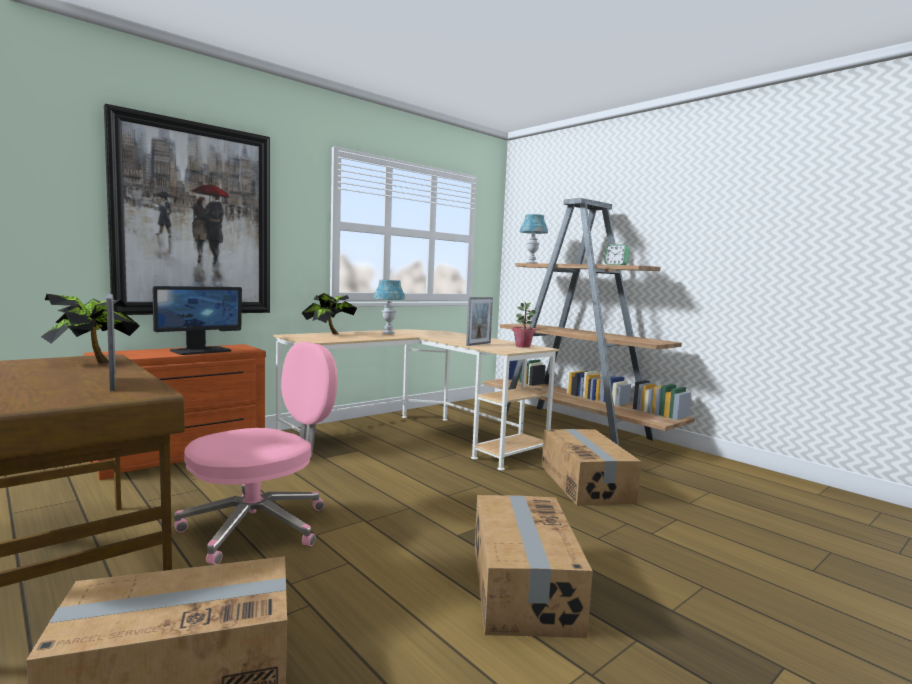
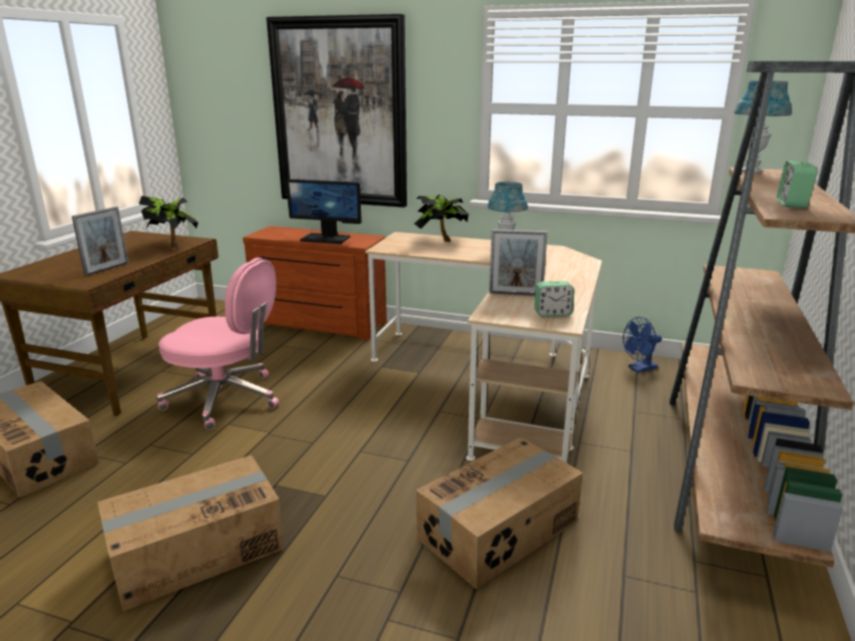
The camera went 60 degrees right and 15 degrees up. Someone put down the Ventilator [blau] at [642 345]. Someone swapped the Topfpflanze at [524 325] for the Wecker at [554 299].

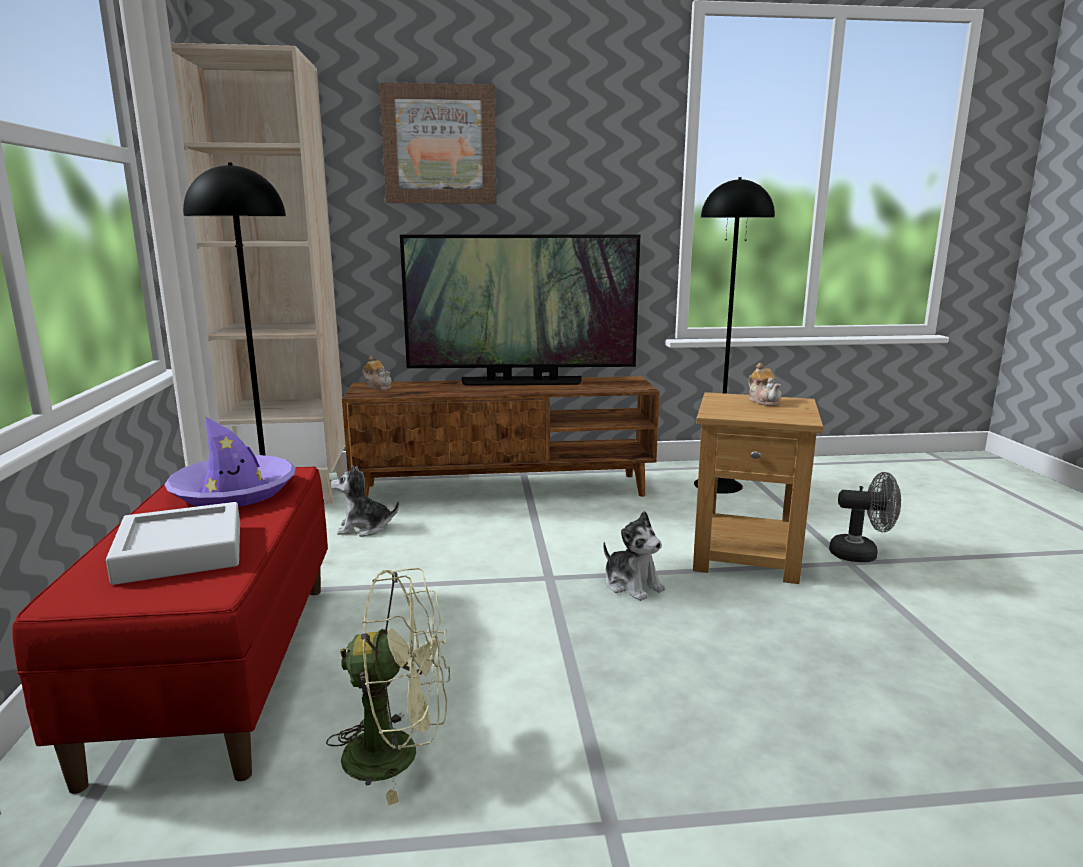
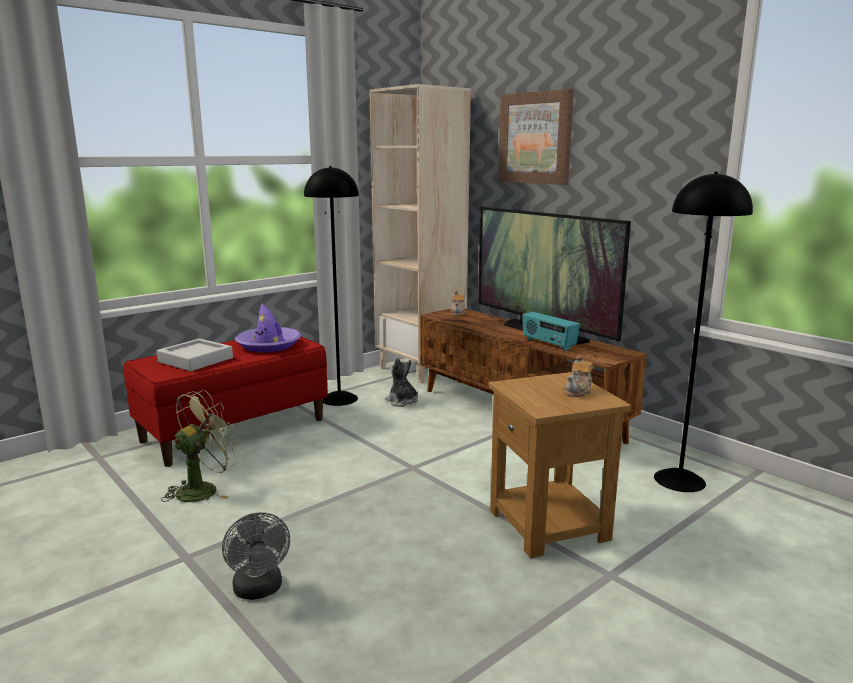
The camera went 55 degrees right and 0 degrees up. Someone took away the Plüschtier at [634 556]. Someone put down the Radio at [551 331]. Someone carried the Ventilator [grau] from [865 517] to [256 556]. Someone rotated the Ventilator [grün] at [388 687] by 105 degrees counterclockwise.

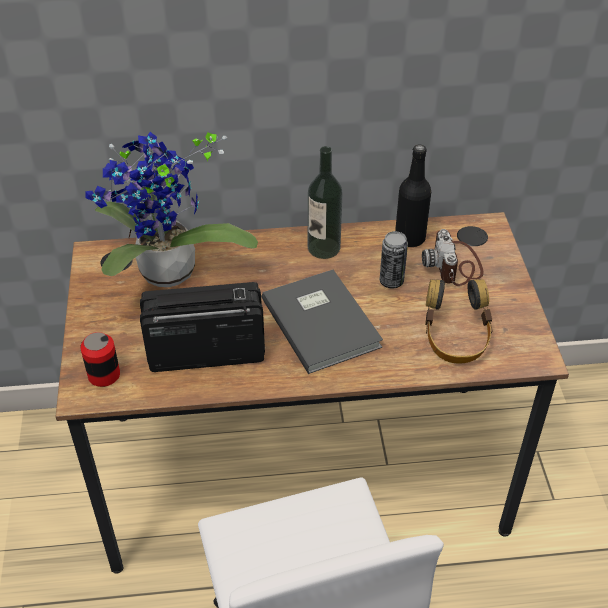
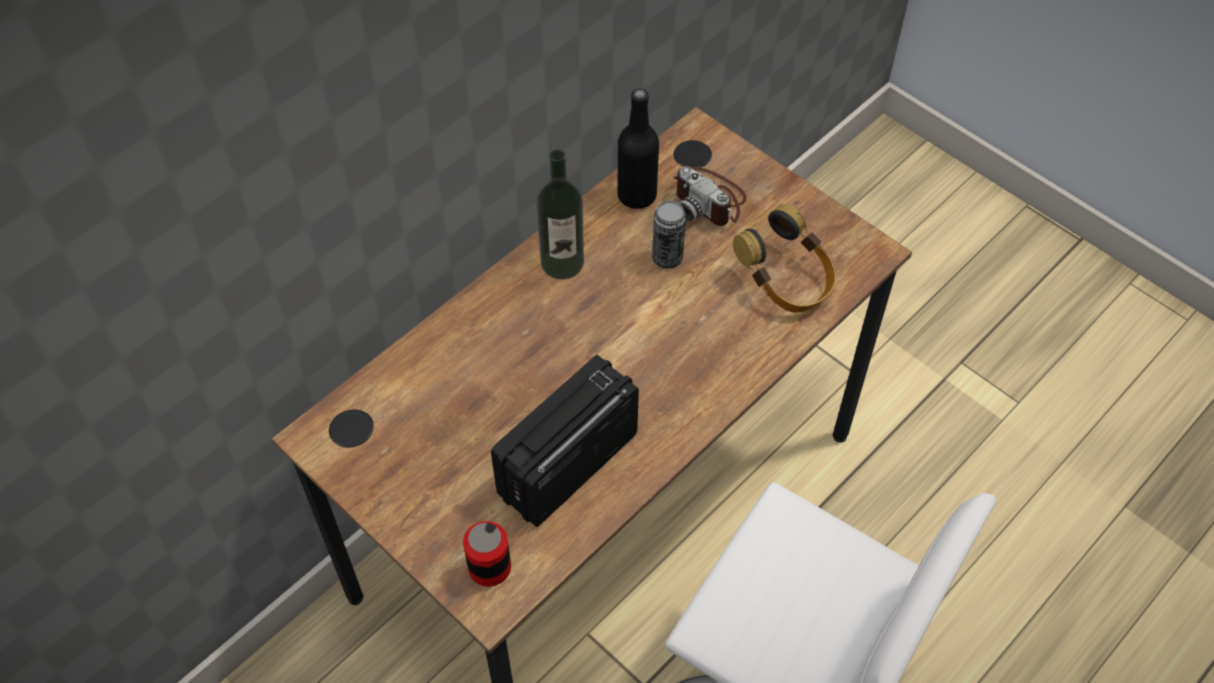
The camera went 40 degrees left and 10 degrees up. Someone took away the Topfpflanze at [171 209]. Someone took away the Buch [grau] at [322 322].

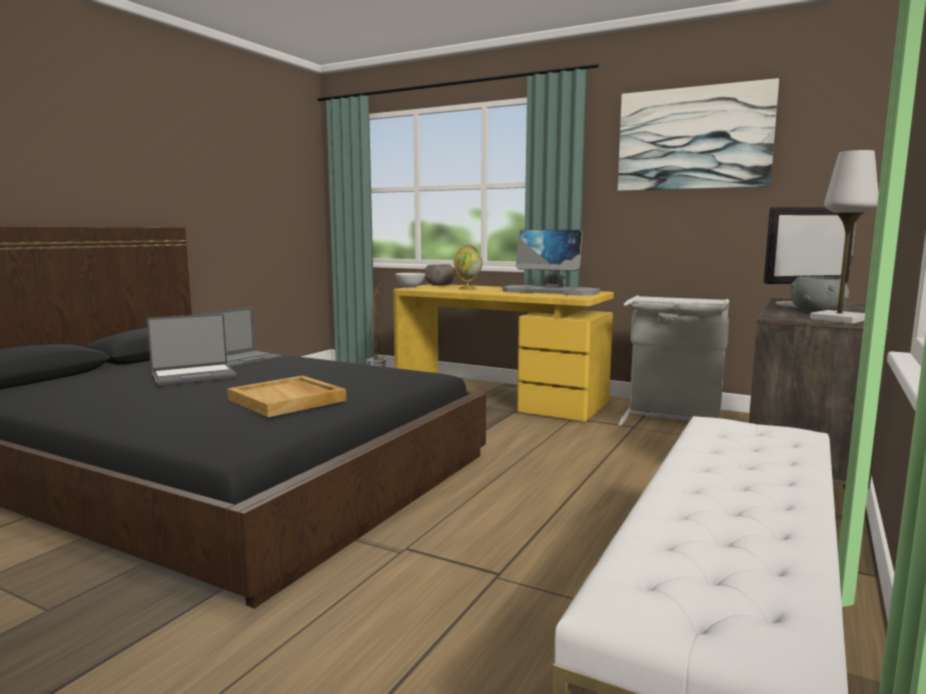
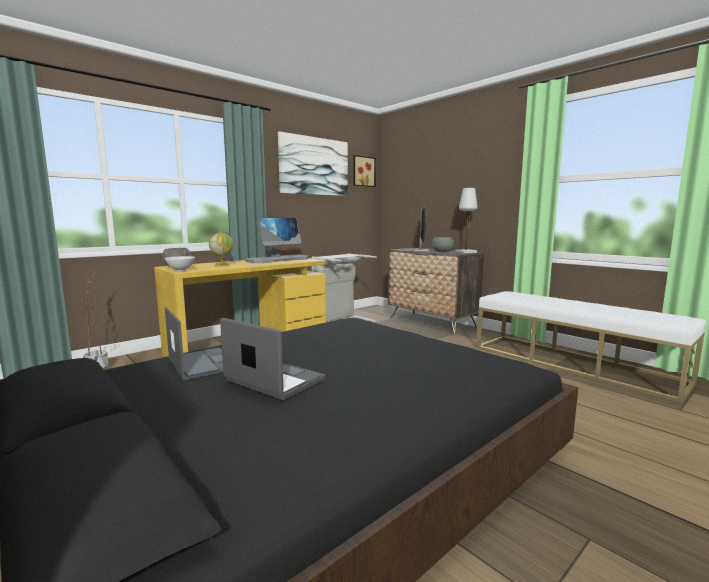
The camera went 70 degrees left and 0 degrees up. Someone took away the Tablett [beige] at [286 396]. Someone put up the Bild at [364 171]. Someone rotated the Laptop at [192 350] by 45 degrees counterclockwise.

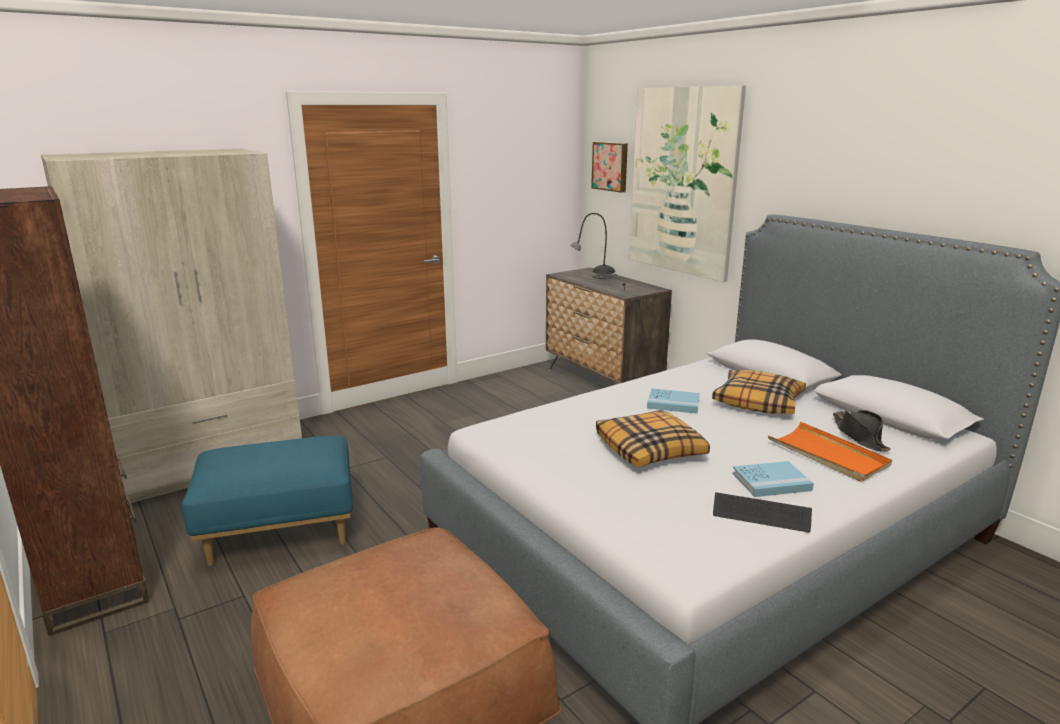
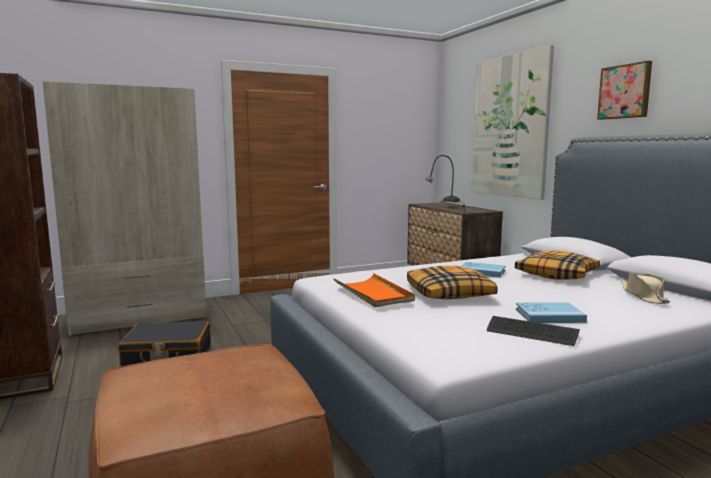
The camera went 10 degrees right and 10 degrees down. Someone carried the Bild from [609 167] to [624 90]. Someone carried the Tablett [orange] from [830 452] to [374 290]. Someone swapped the Polsterhocker [blau] at [267 501] for the Koffer [schwarz] at [164 344]. Someone repainted the Hut [schwarz] at [862 431], which became the Hut [beige] at [645 288].

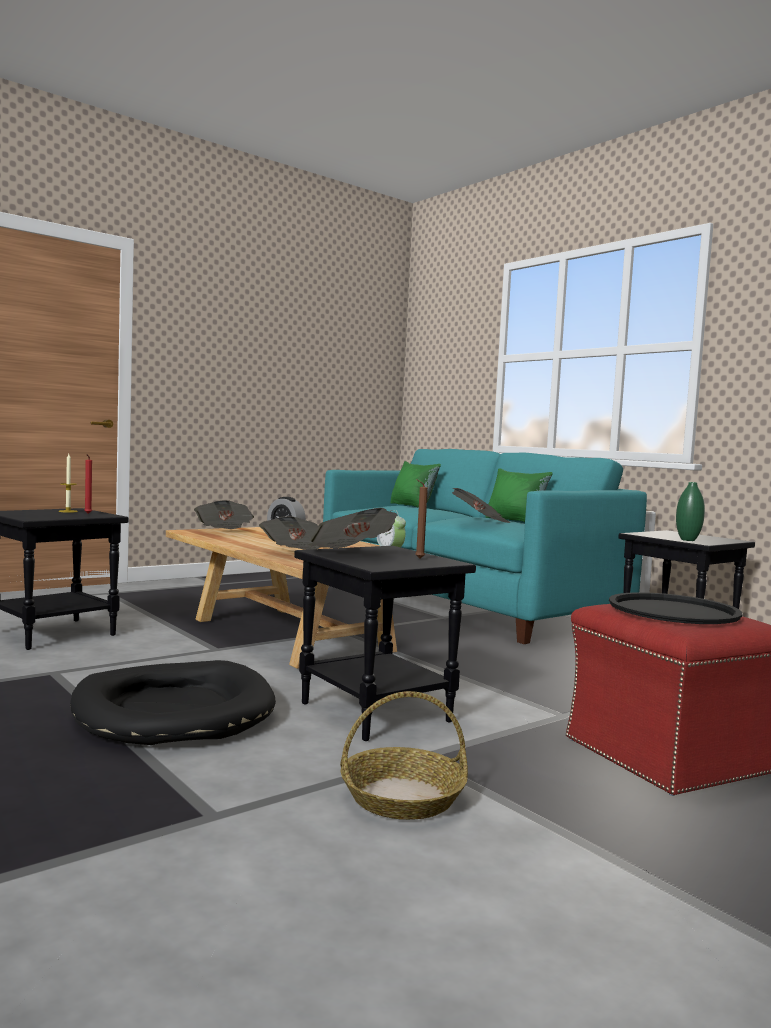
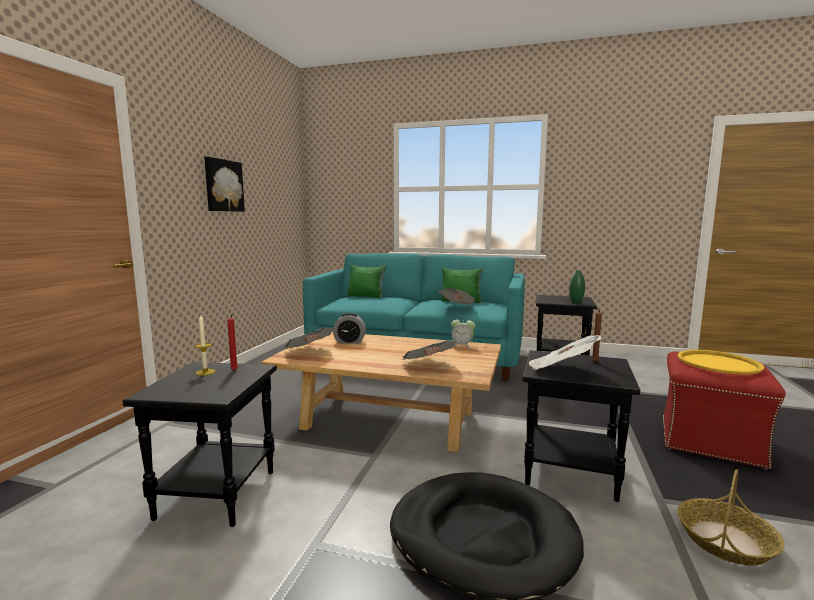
The camera went 35 degrees left and 5 degrees up. Someone put up the Bild at [224 184]. Someone repainted the Tablett [schwarz] at [675 608], which became the Tablett [gelb] at [721 362].

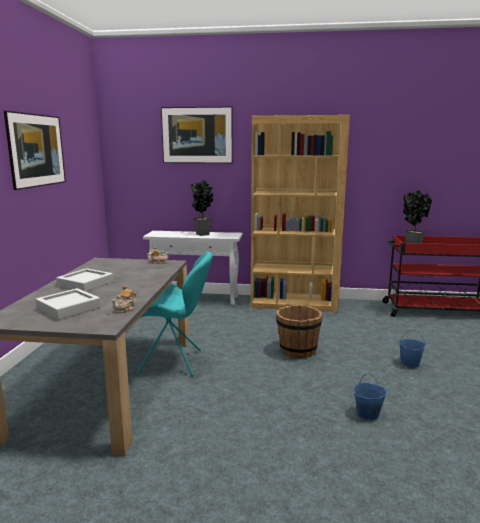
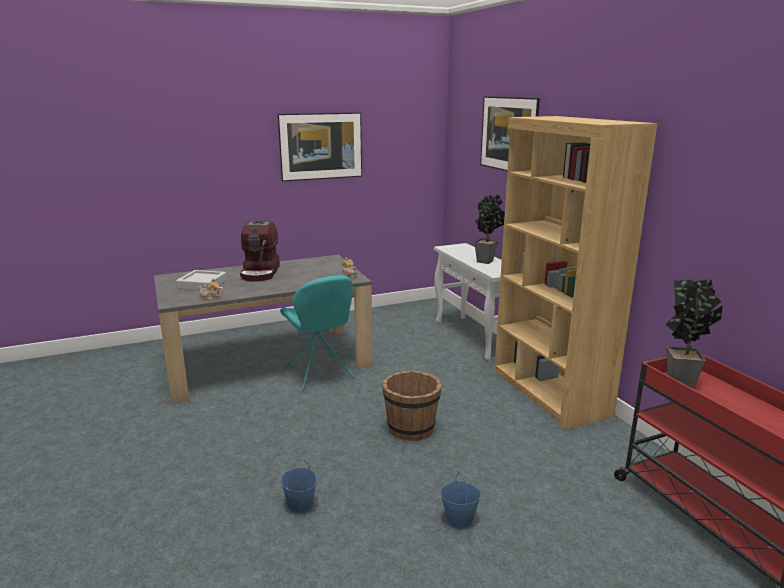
The camera went 60 degrees right and 5 degrees up. Someone swapped the Tablett [grau] at [84 280] for the Kaffeemaschine at [260 251].

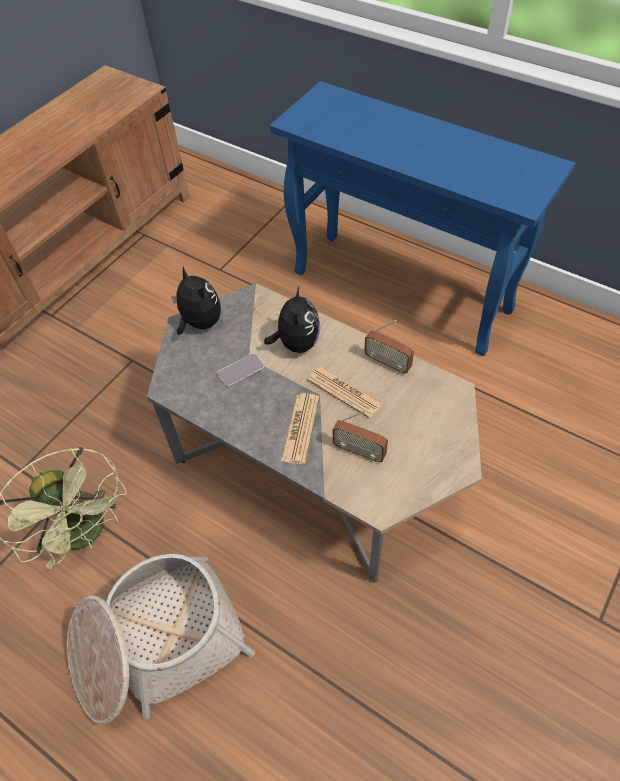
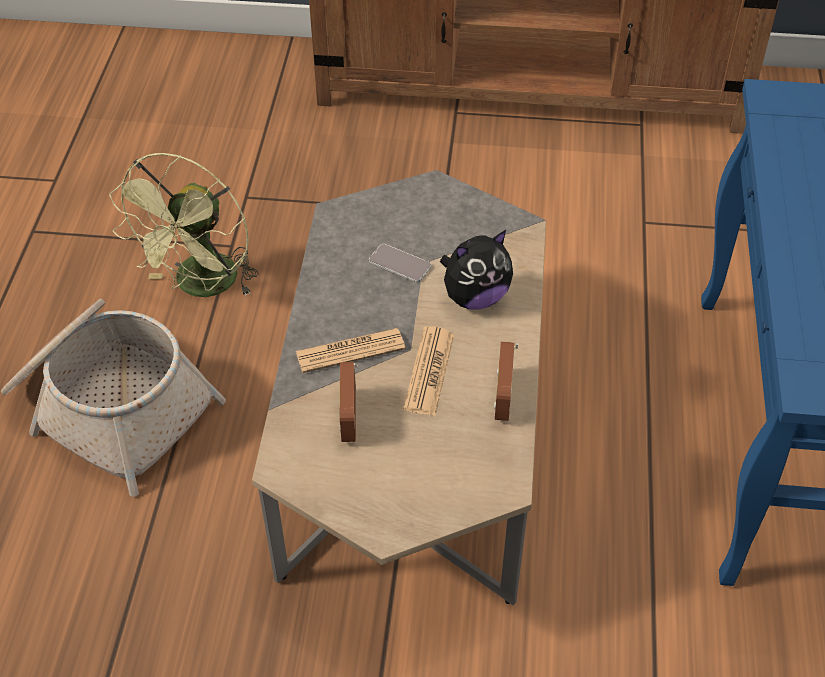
The camera went 60 degrees right and 5 degrees down. Someone took away the Plüschtier at [196 300].

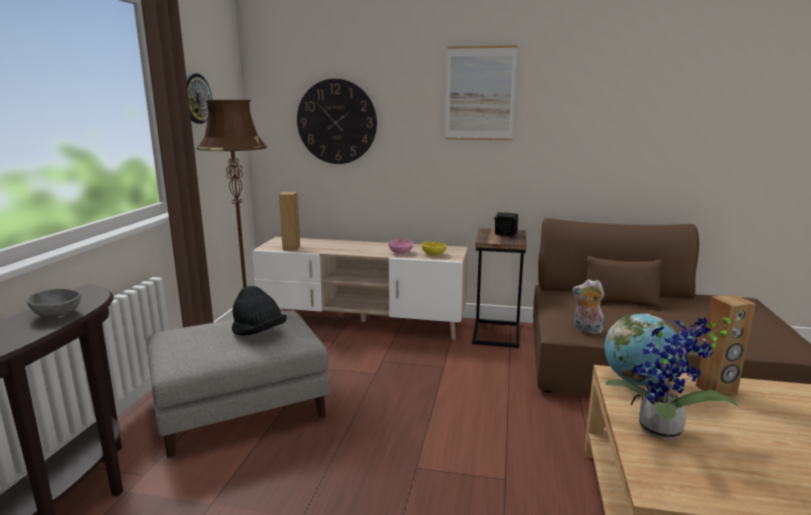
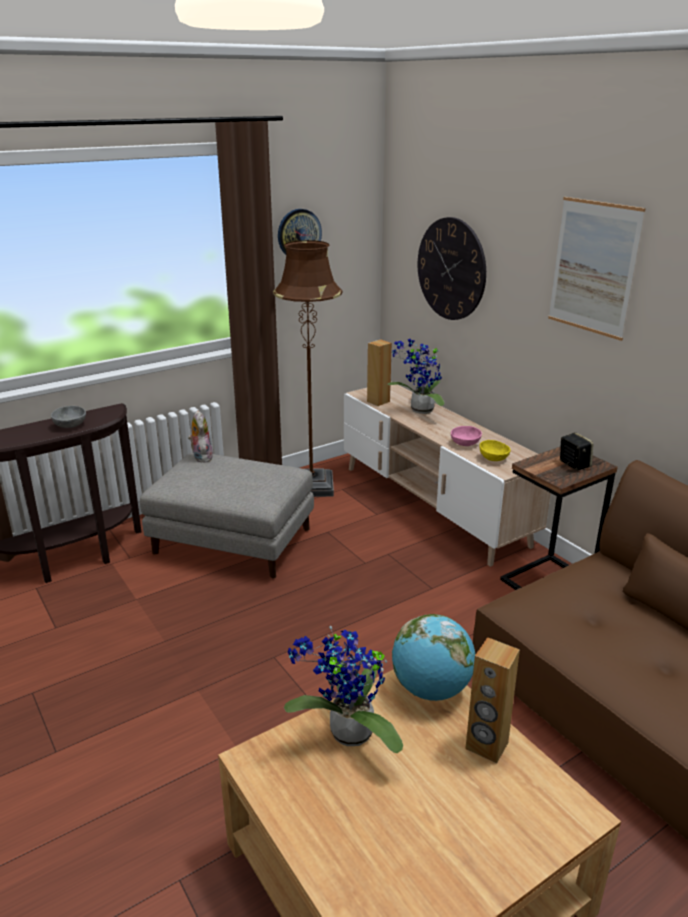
The camera went 45 degrees right and 10 degrees up. Someone took away the Hut [schwarz] at [259 311]. Someone put down the Topfpflanze at [415 376]. Someone carried the Plüschtier from [588 306] to [200 436].

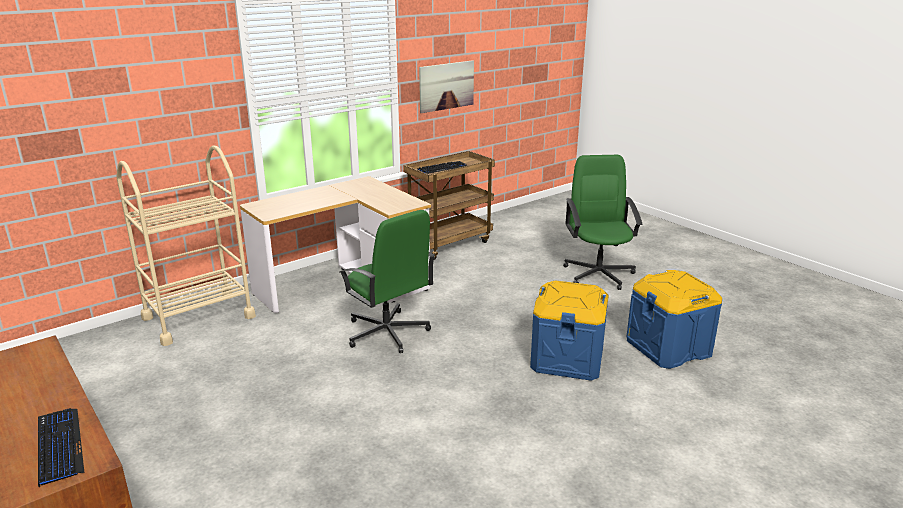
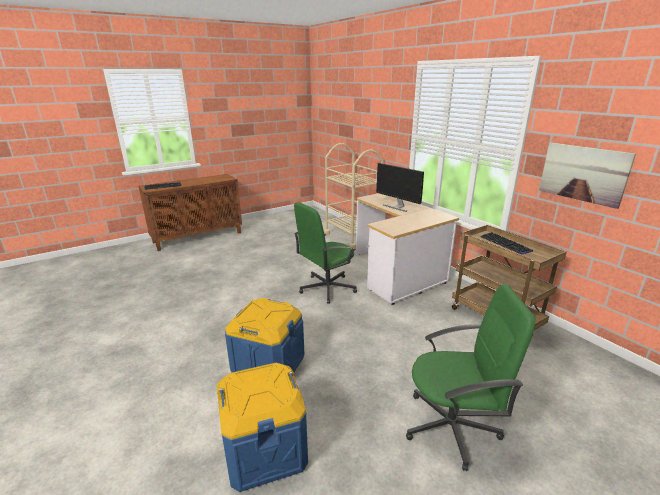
The camera went 95 degrees right and 0 degrees up. Someone put down the Monitor at [400 187].

